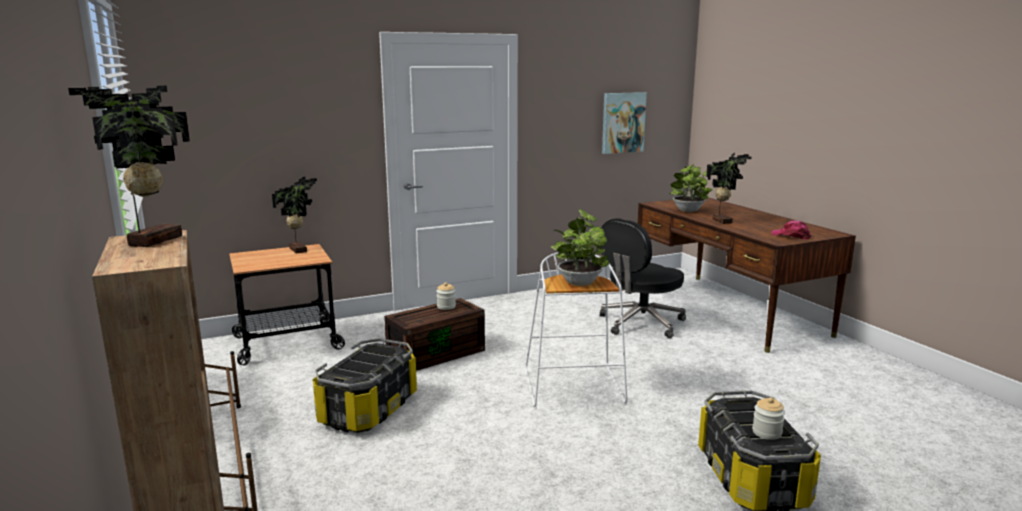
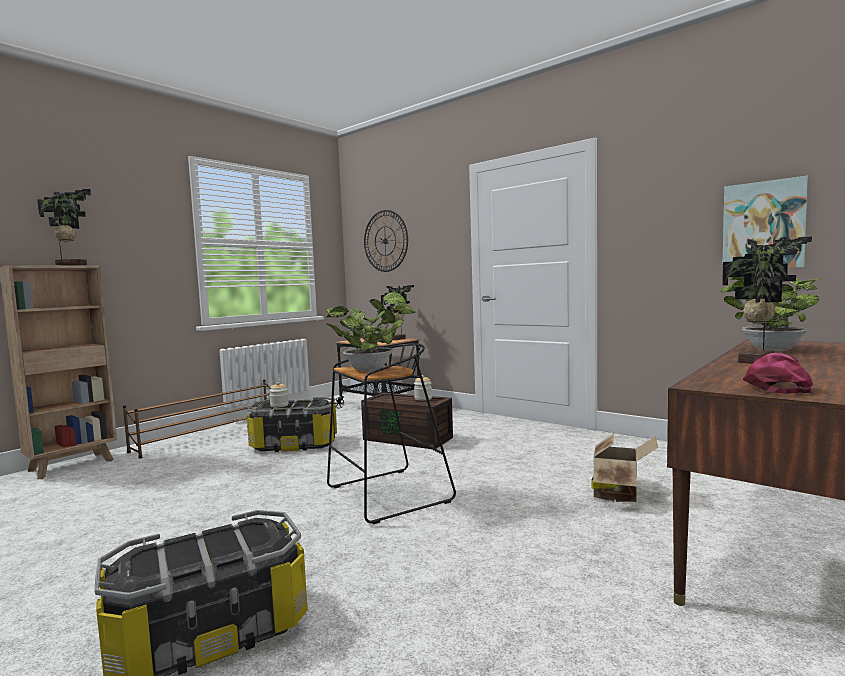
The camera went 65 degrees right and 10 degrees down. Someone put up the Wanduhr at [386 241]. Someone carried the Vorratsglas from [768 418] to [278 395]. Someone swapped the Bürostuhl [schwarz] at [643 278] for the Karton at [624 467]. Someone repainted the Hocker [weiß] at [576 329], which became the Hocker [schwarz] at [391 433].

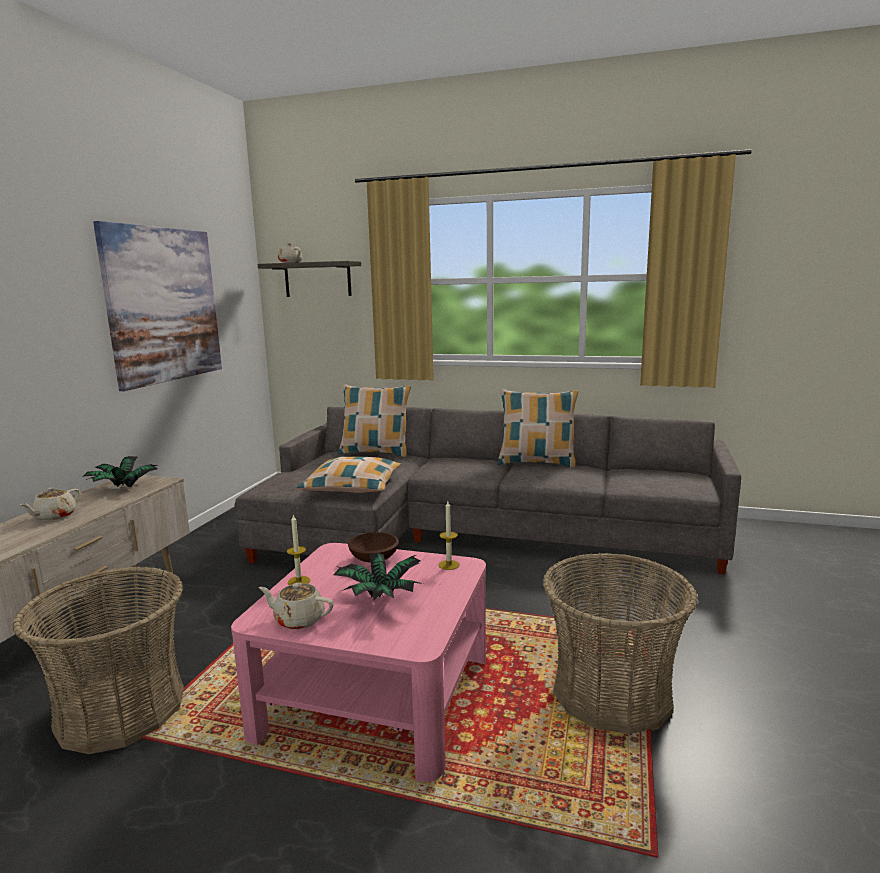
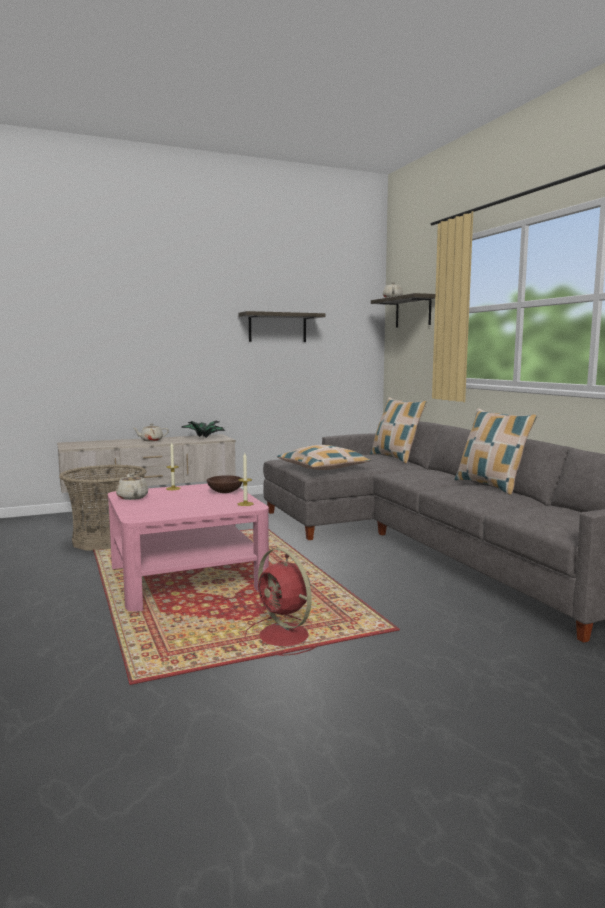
The camera went 50 degrees right and 5 degrees down. Someone took away the Topfpflanze at [378 576]. Someone swapped the Bild at [157 306] for the Wandregal at [282 326]. Someone swapped the Korb at [620 643] for the Ventilator [rot] at [282 602].

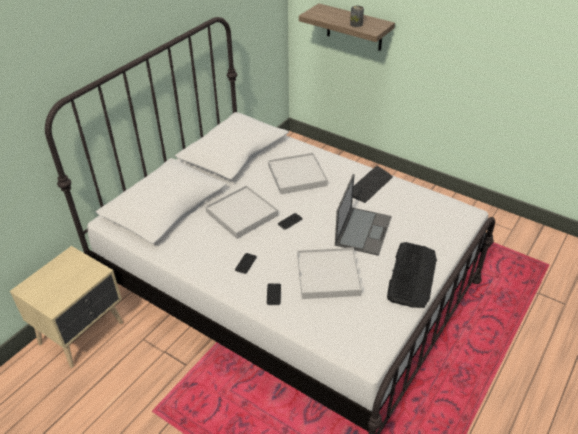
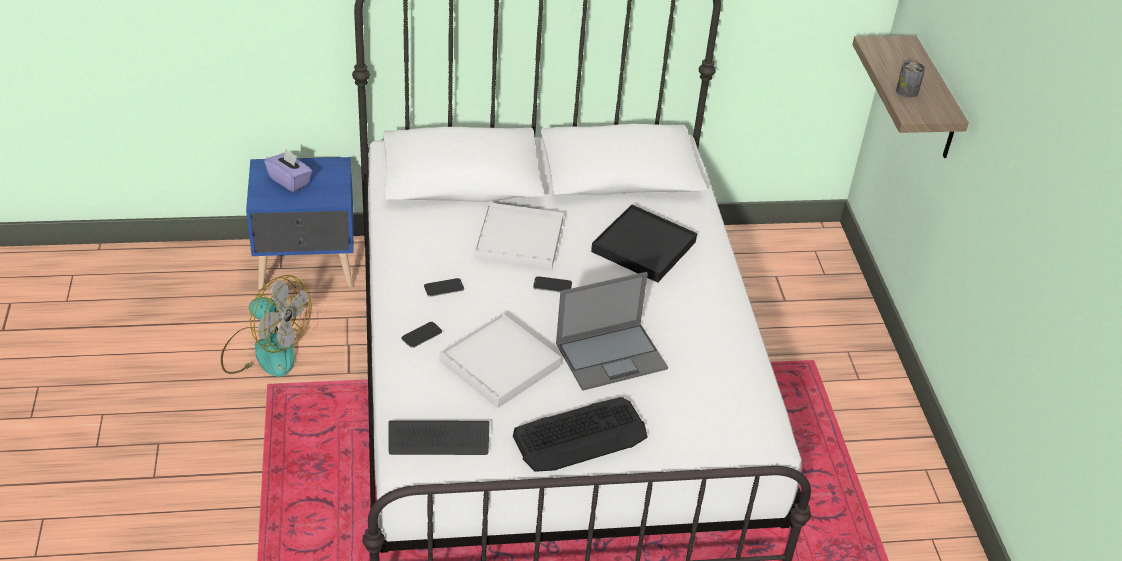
The camera went 45 degrees right and 0 degrees up. Someone put down the Ventilator at [266 326]. Someone put down the Taschentuchbox [lila] at [288 170]. Someone carried the Tastatur from [373 184] to [438 437]. Someone repainted the Nachttisch [beige] at [66 307], which became the Nachttisch [blau] at [300 223]. Someone repainted the Tablett [weiß] at [298 173], which became the Tablett [schwarz] at [644 243].

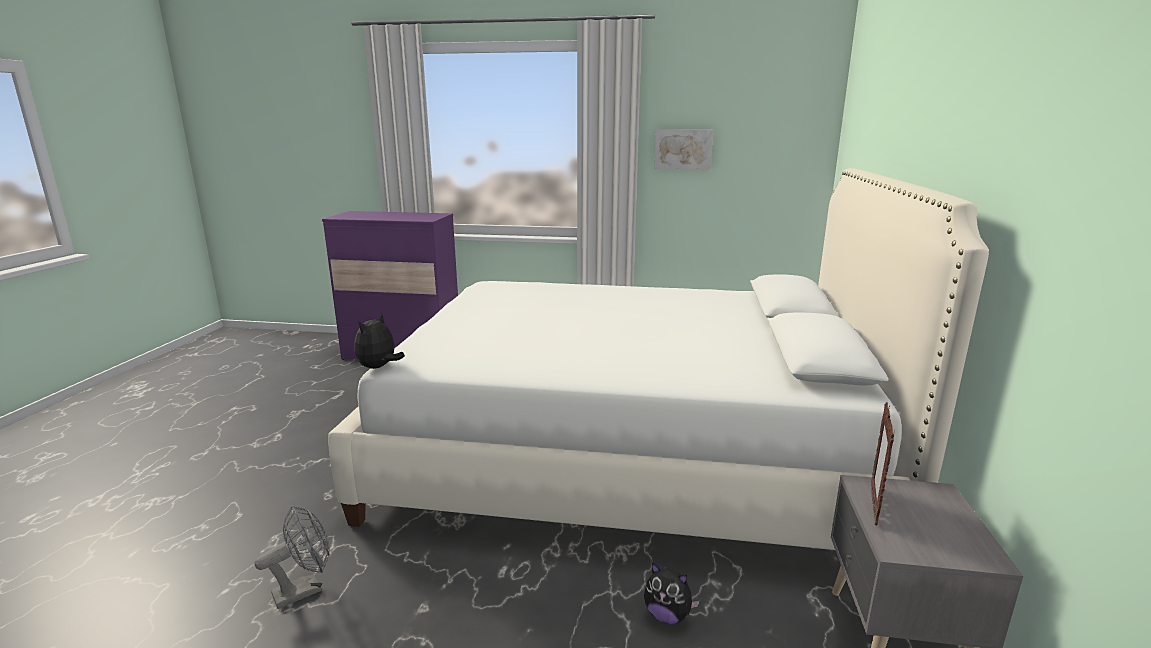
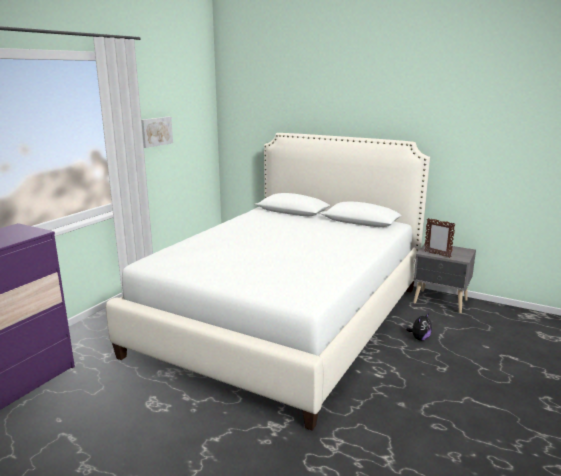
The camera went 70 degrees left and 0 degrees up. Someone took away the Ventilator [grau] at [292 557]. Someone took away the Plüschtier at [379 340].

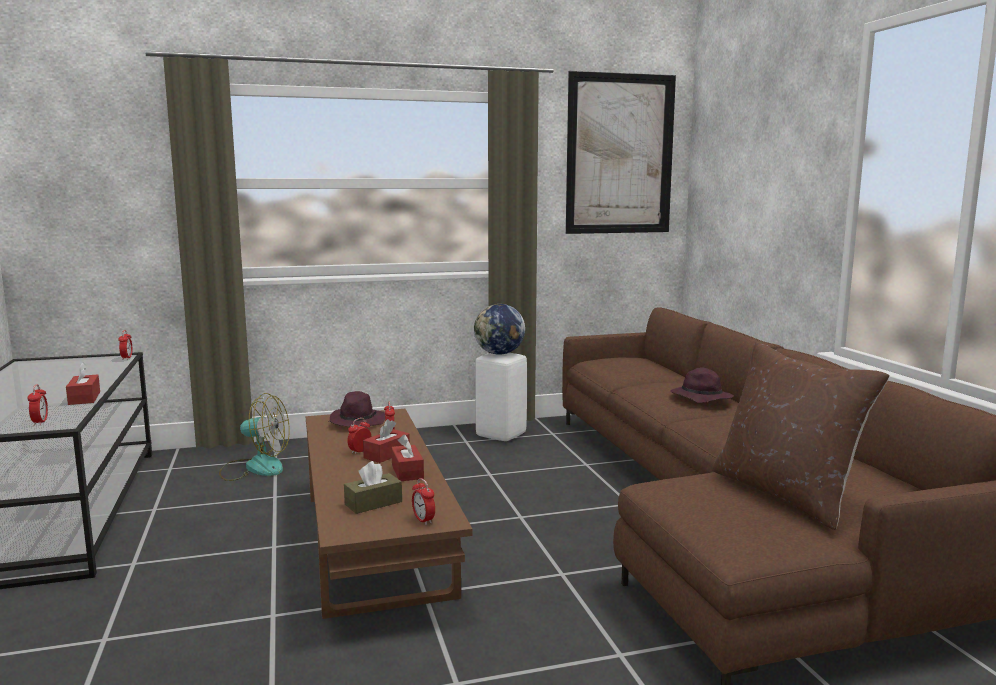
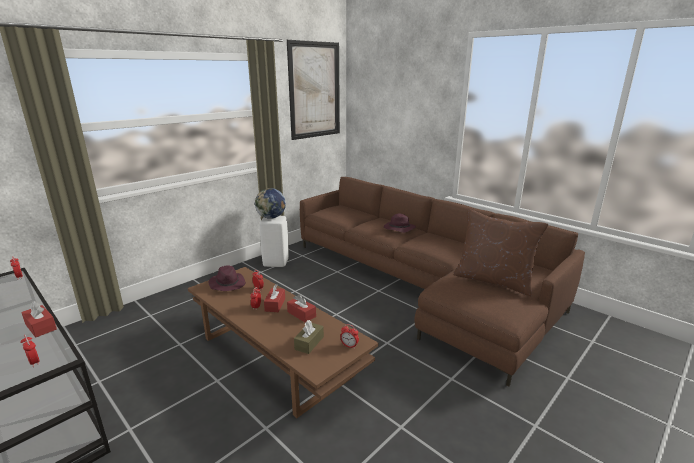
The camera went 30 degrees left and 10 degrees up. Someone took away the Ventilator at [254 437].

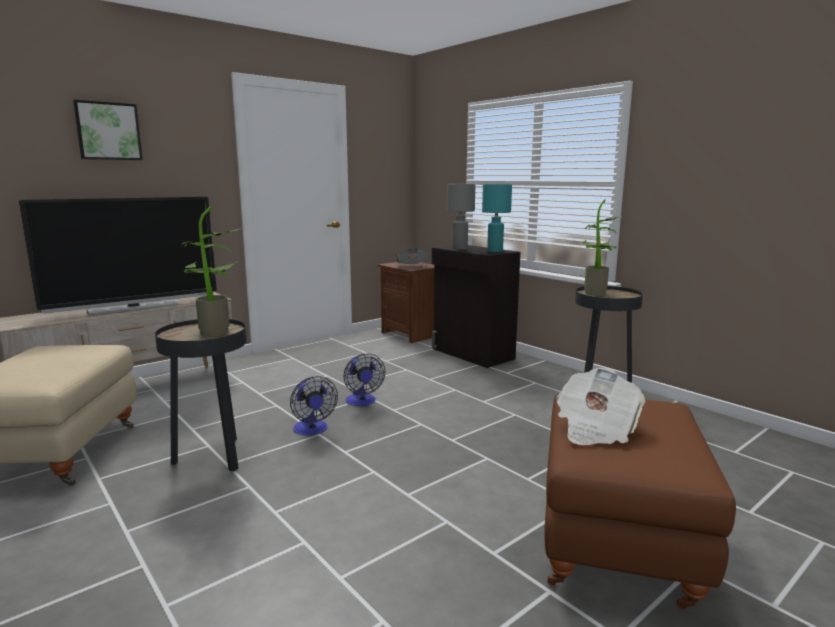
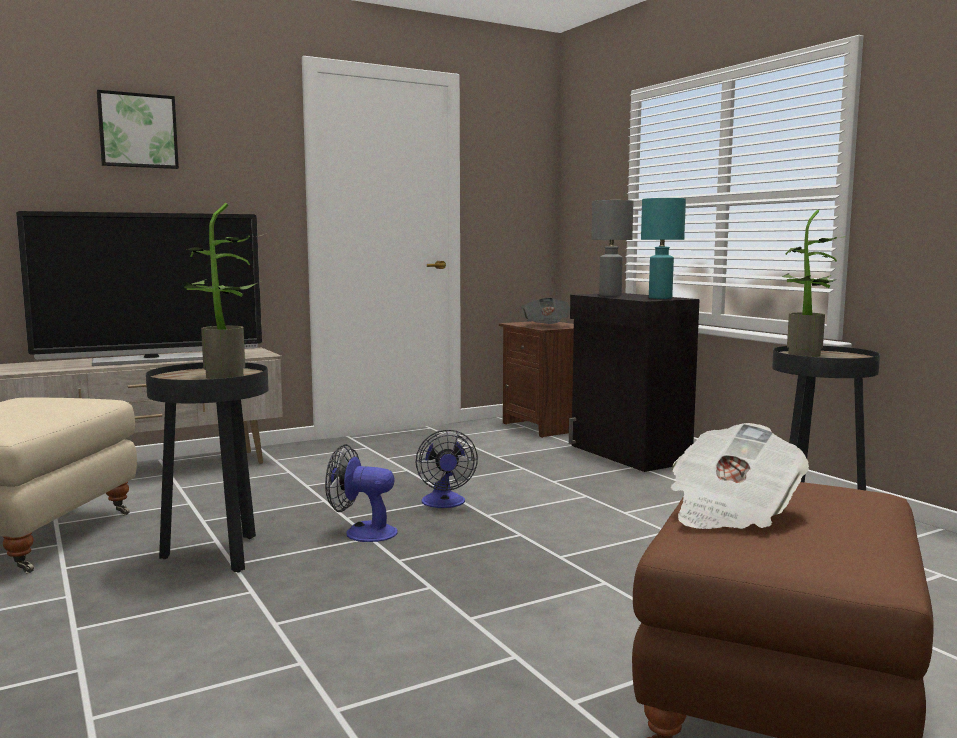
The camera went 10 degrees right and 5 degrees down. Someone rotated the Ventilator at [314 406] by 120 degrees clockwise.

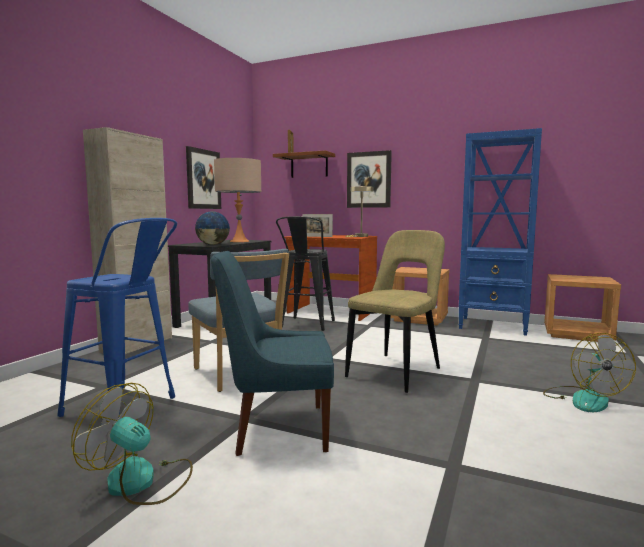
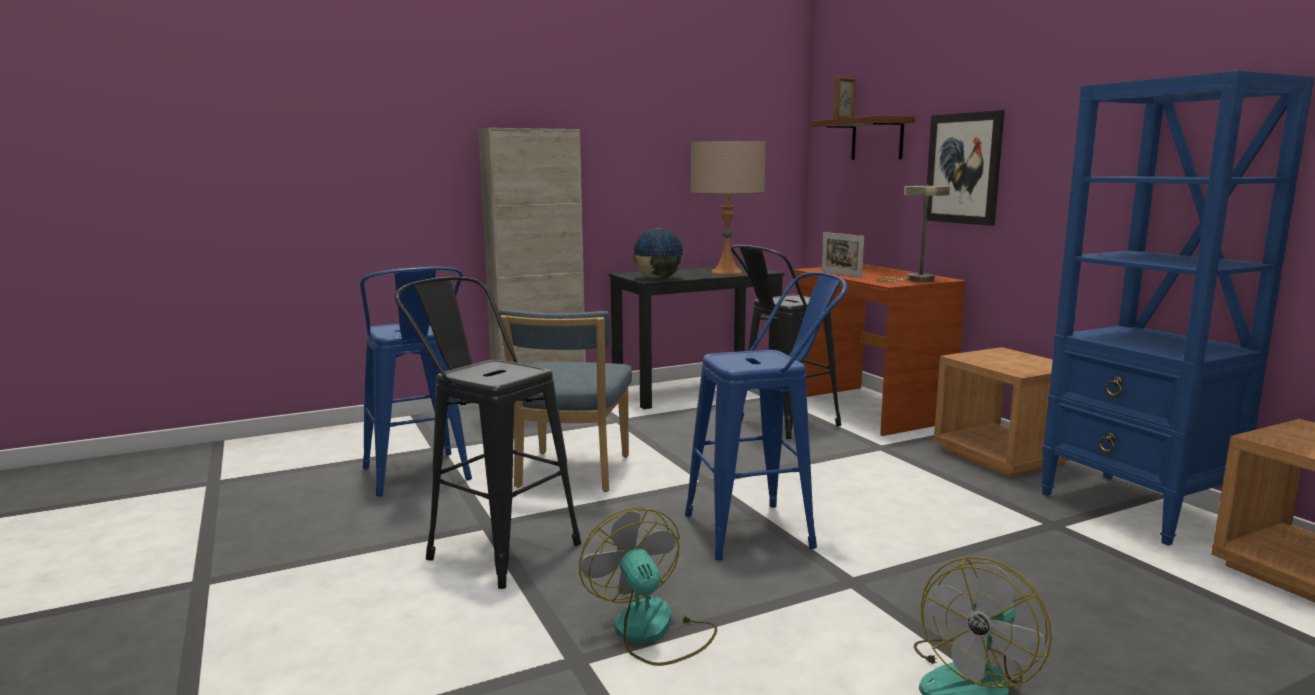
The camera went 40 degrees right and 5 degrees up. Someone took away the Bild at [203 177]. Someone carried the Ventilator from [132 444] to [648 587]. Someone swapped the Stuhl [blau] at [272 353] for the Hocker [schwarz] at [488 433]. Someone swapped the Stuhl [beige] at [395 311] for the Hocker [blau] at [766 416].

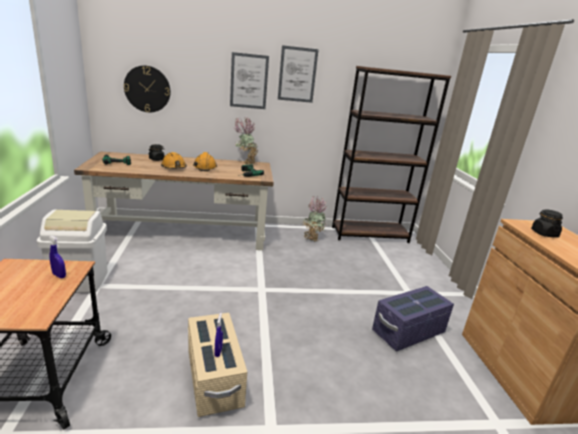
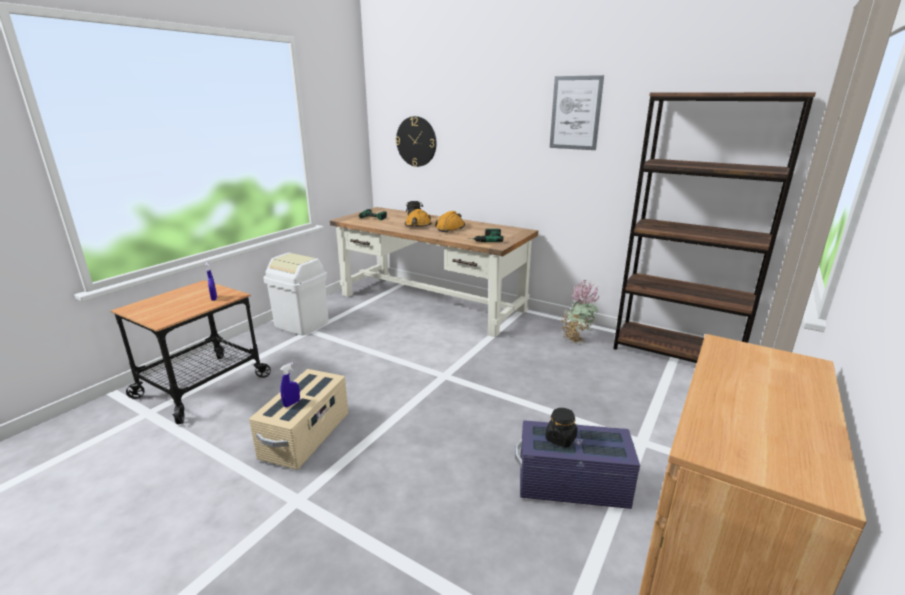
The camera went 40 degrees right and 0 degrees up. Someone took away the Bild at [249 80]. Someone took away the Topfpflanze at [246 140]. Someone carried the Vorratsglas [schwarz] from [547 223] to [561 428].

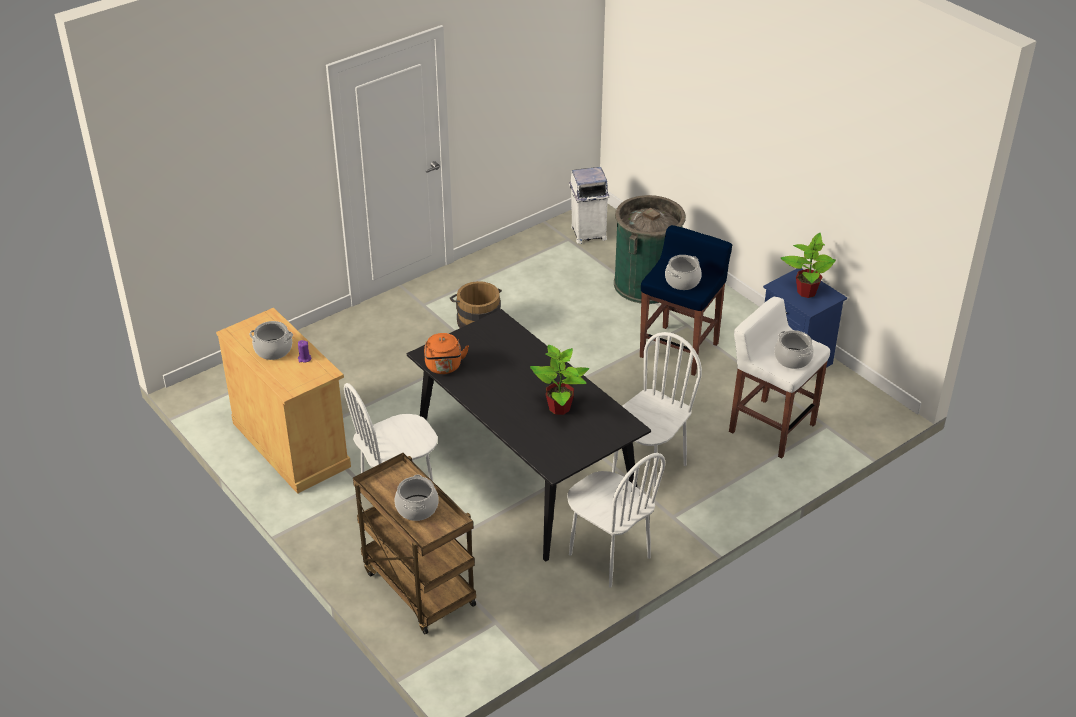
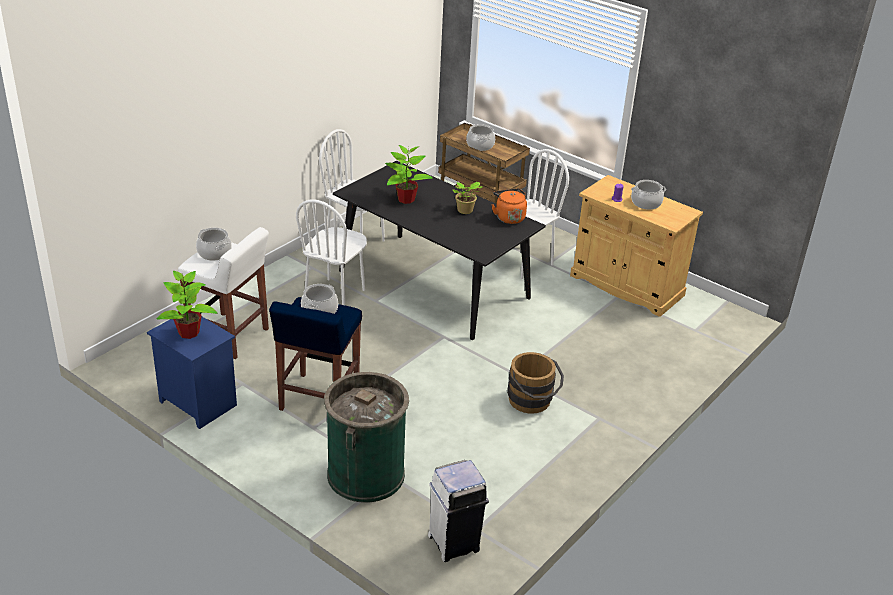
The camera went 165 degrees right and 5 degrees down. Someone put down the Topfpflanze at [467 198].

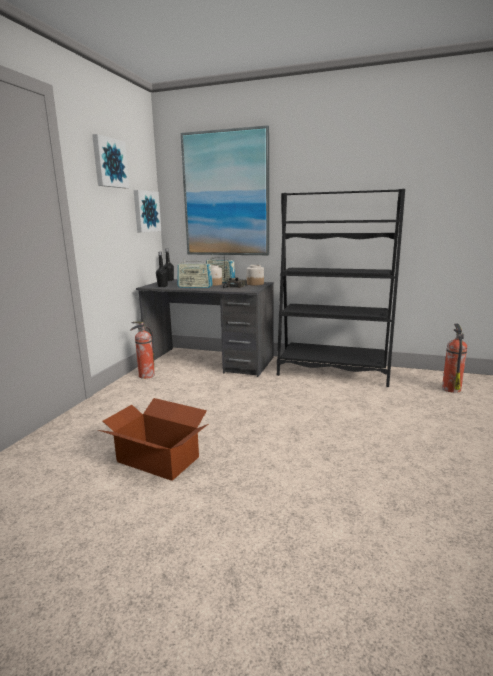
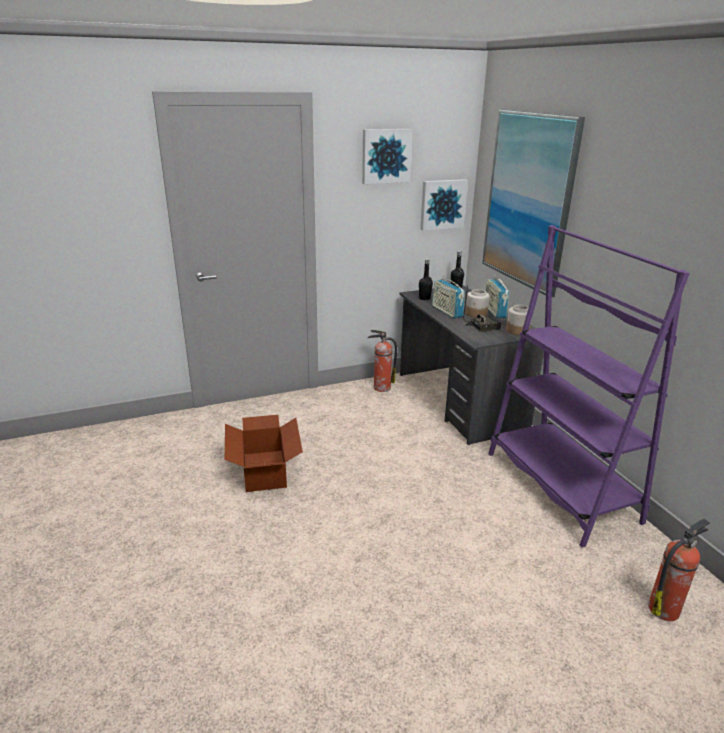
The camera went 50 degrees right and 10 degrees up. Someone repainted the Bücherregal [schwarz] at [341 288], which became the Bücherregal [lila] at [589 386].

